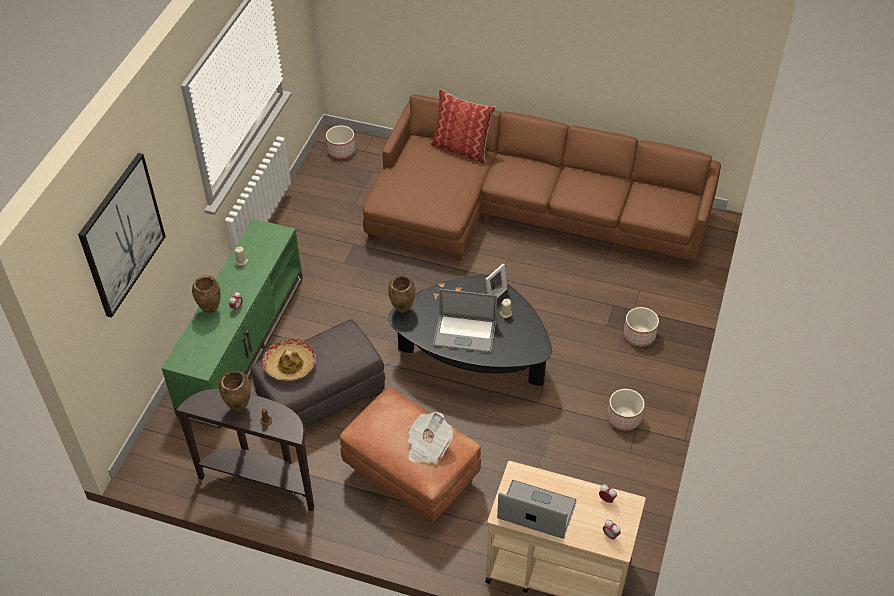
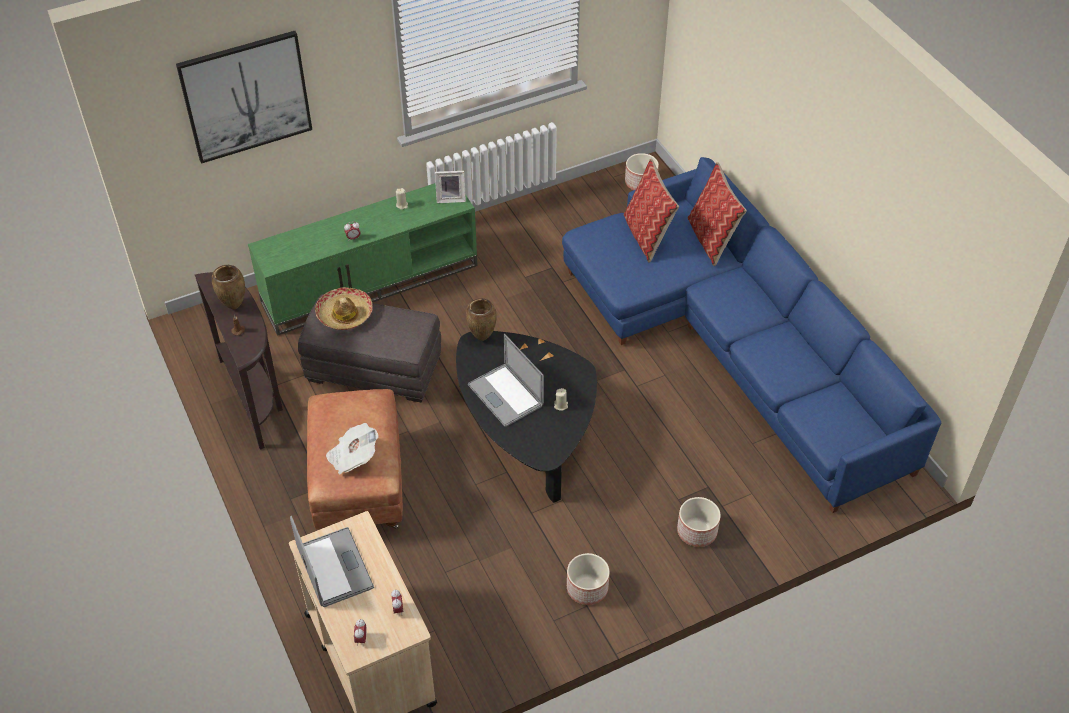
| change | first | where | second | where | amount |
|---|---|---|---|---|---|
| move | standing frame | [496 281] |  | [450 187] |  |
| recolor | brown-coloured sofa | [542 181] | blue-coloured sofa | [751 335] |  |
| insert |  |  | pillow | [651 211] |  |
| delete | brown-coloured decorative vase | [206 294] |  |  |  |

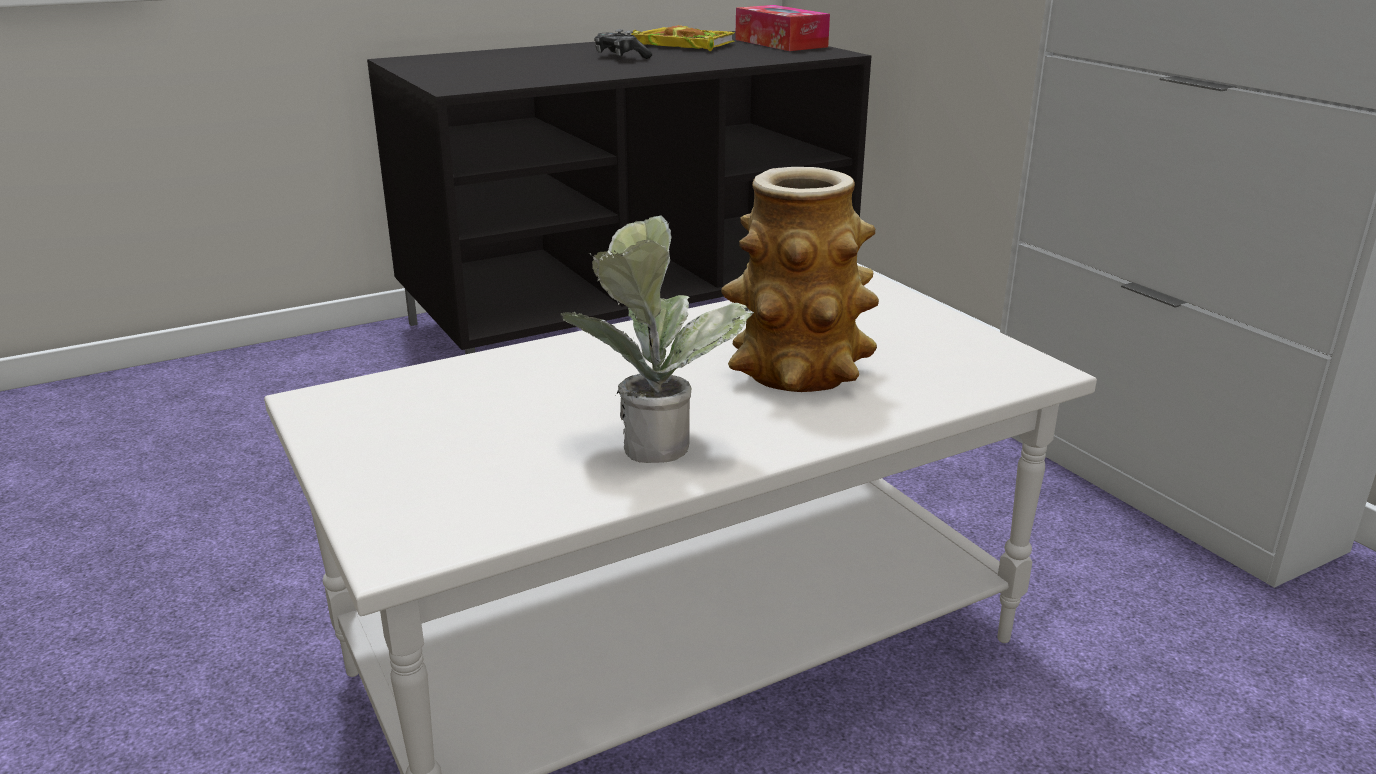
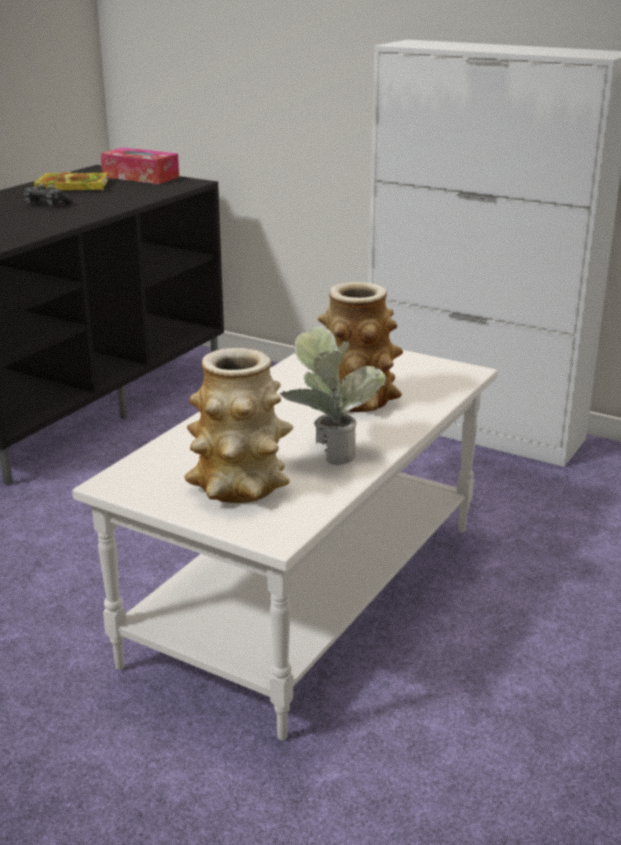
| change | first | where | second | where | amount |
|---|---|---|---|---|---|
| insert |  |  | decorative vase | [238 425] |  |

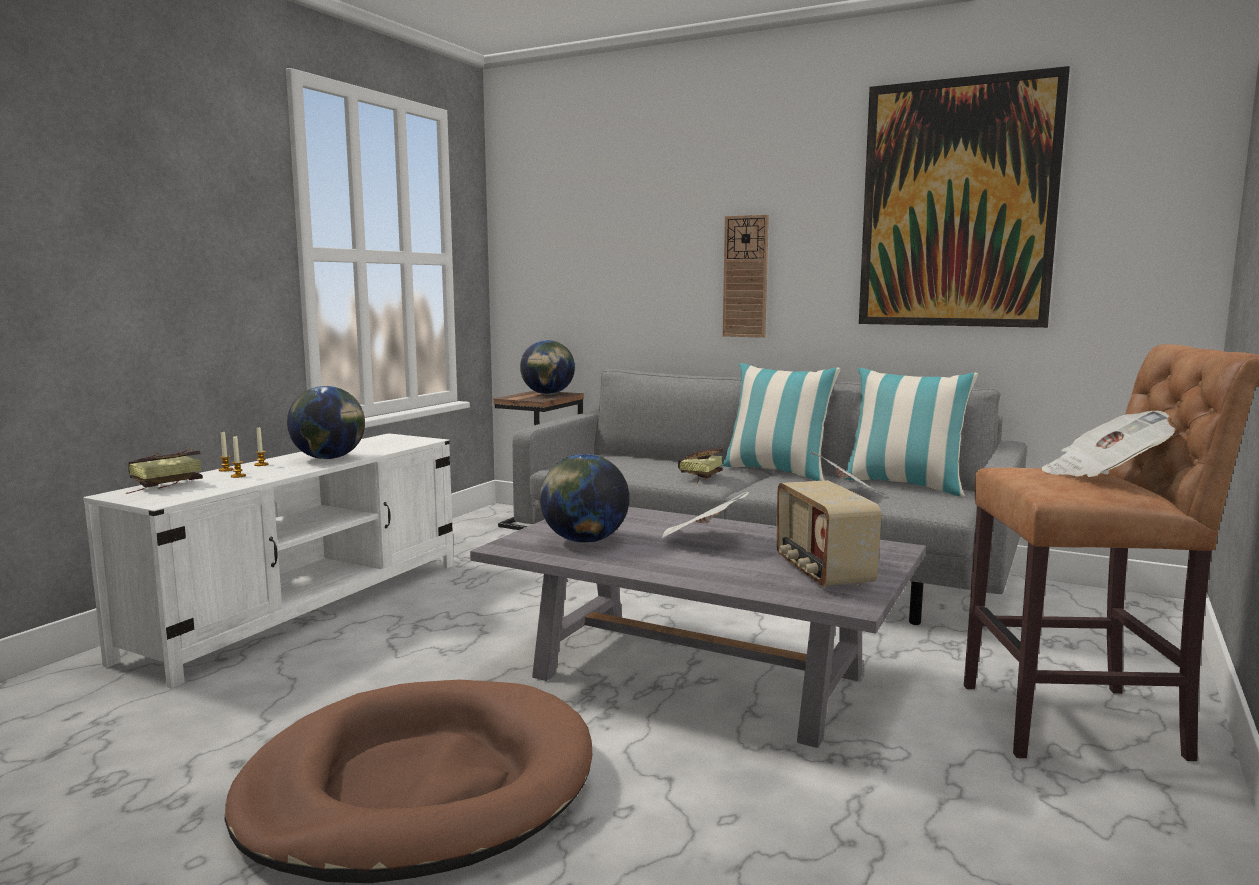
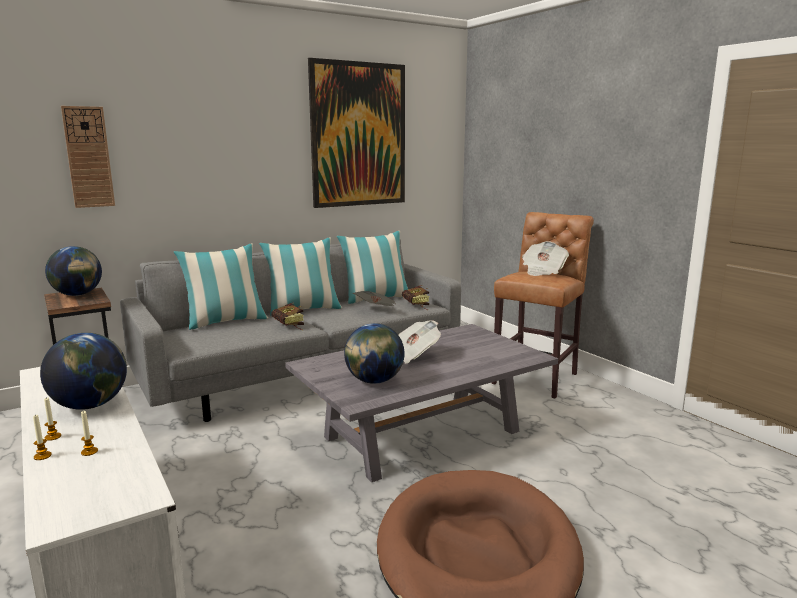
| change | first | where | second | where | amount |
|---|---|---|---|---|---|
| move | clock on the wall | [746 276] |  | [88 157] |  |
| insert |  |  | pillow | [221 286] |  |
| move | volume | [164 471] |  | [415 297] |  |
| delete | radio set | [828 534] |  |  |  |

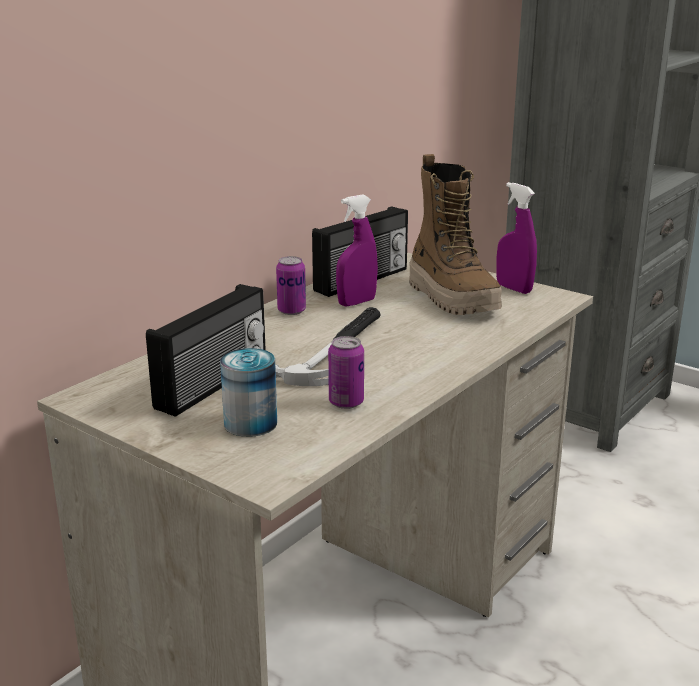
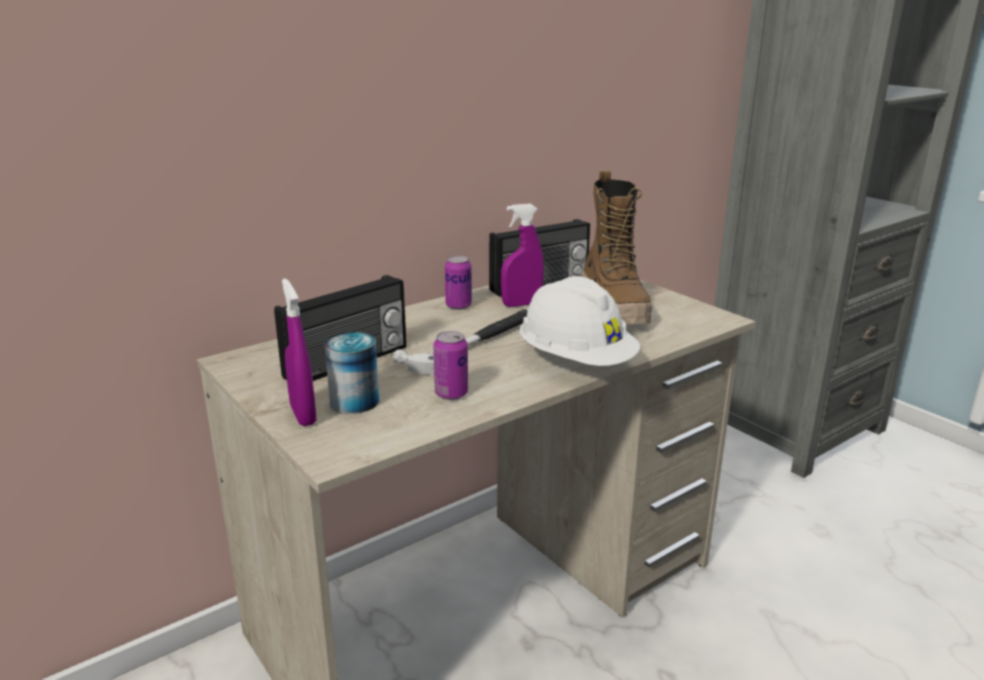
| change | first | where | second | where | amount |
|---|---|---|---|---|---|
| move | purple-coloured sprayer | [516 238] |  | [299 352] |  |
| insert |  |  | whitish hard hat | [580 321] |  |

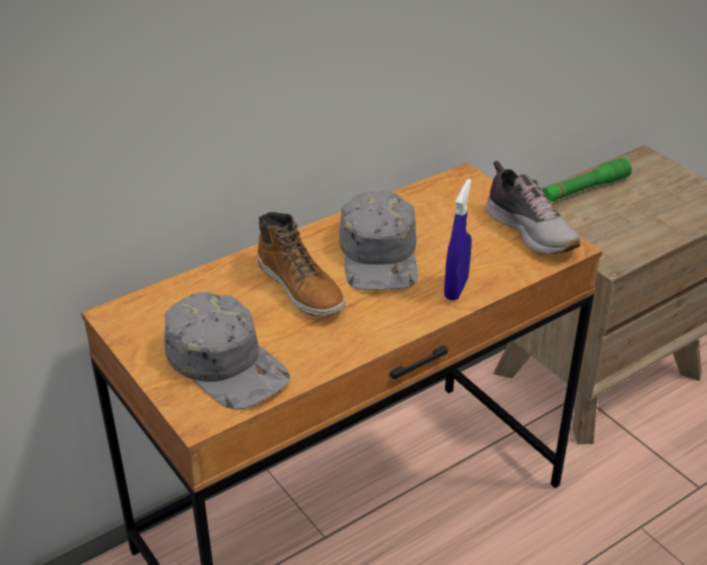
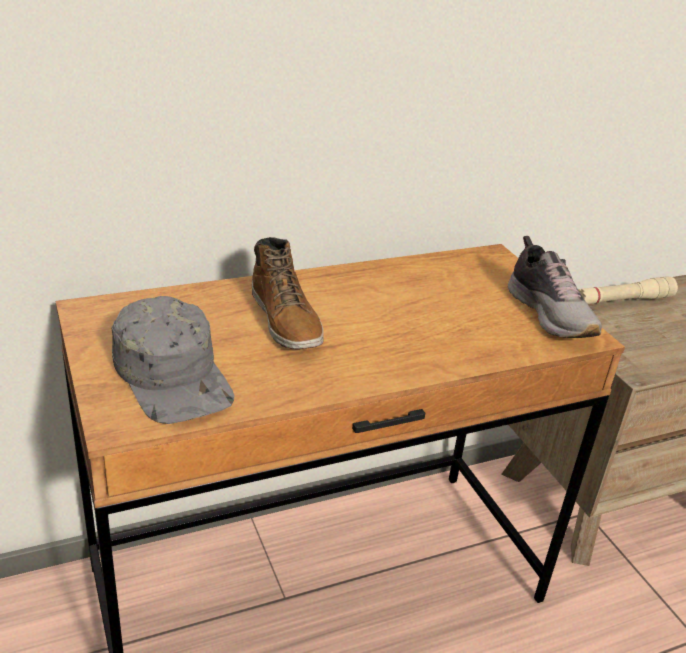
| change | first | where | second | where | amount |
|---|---|---|---|---|---|
| recolor | green torch | [587 180] | sand-coloured torch | [628 290] |  |
| delete | grey peaked cap | [378 240] |  |  |  |
| delete | blue-coloured sprayer | [458 240] |  |  |  |

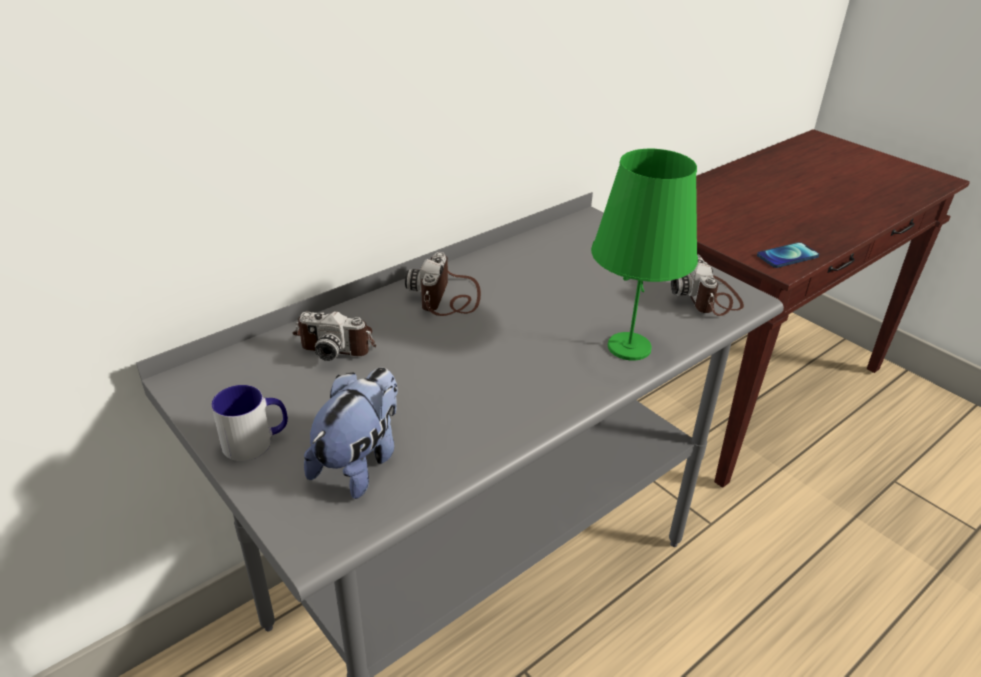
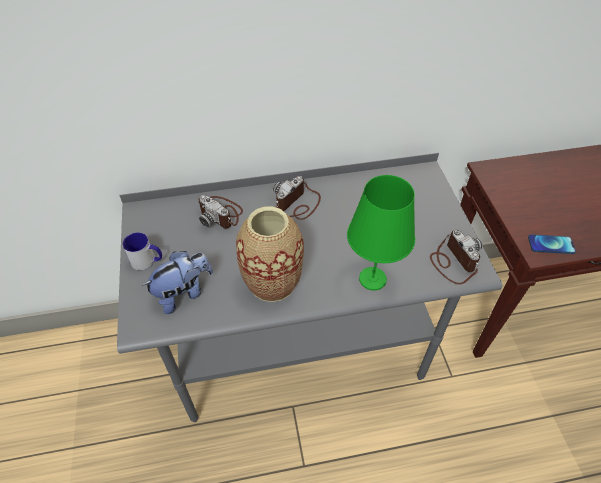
| change | first | where | second | where | amount |
|---|---|---|---|---|---|
| insert |  |  | decorative vase | [270 254] |  |
| rotate | still camera | [707 285] |  | [456 257] | 135 degrees clockwise |

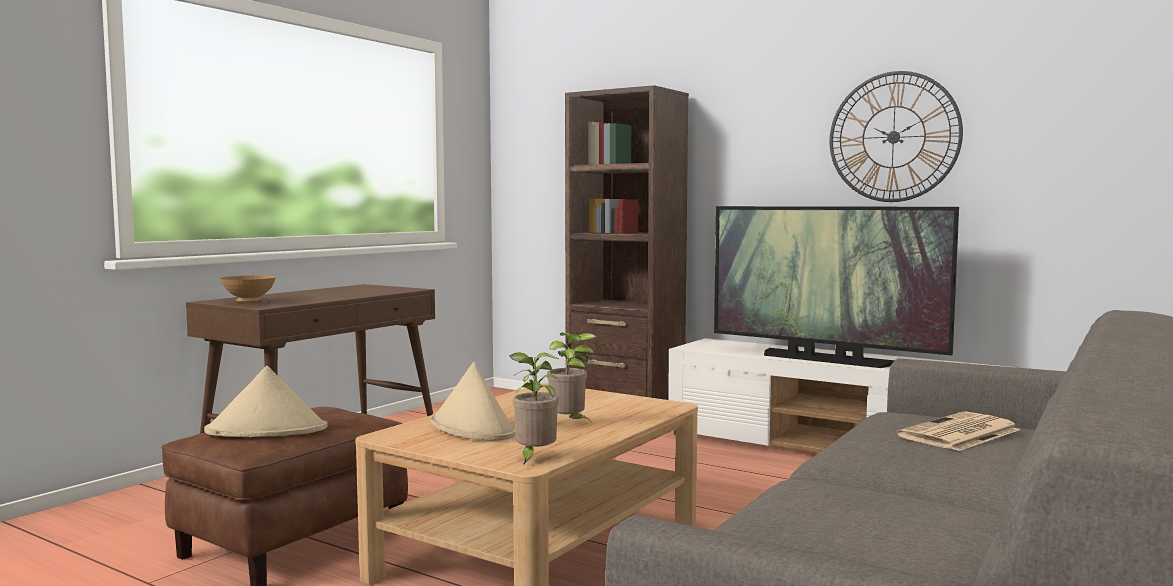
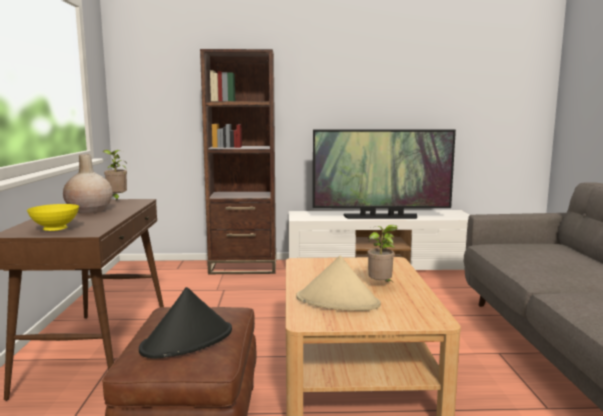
| change | first | where | second | where | amount |
|---|---|---|---|---|---|
| recolor | brown-coloured bowl | [248 288] | yellowish bowl | [53 217] |  |
| insert |  |  | sand-coloured decorative vase | [88 184] |  |
| move | potted plant | [534 408] |  | [115 175] |  |
| recolor | sand-coloured hat | [265 401] | black-coloured hat | [185 322] |  |
| delete | clock on the wall | [896 136] |  |  |  |
| delete | printed paper | [958 431] |  |  |  |

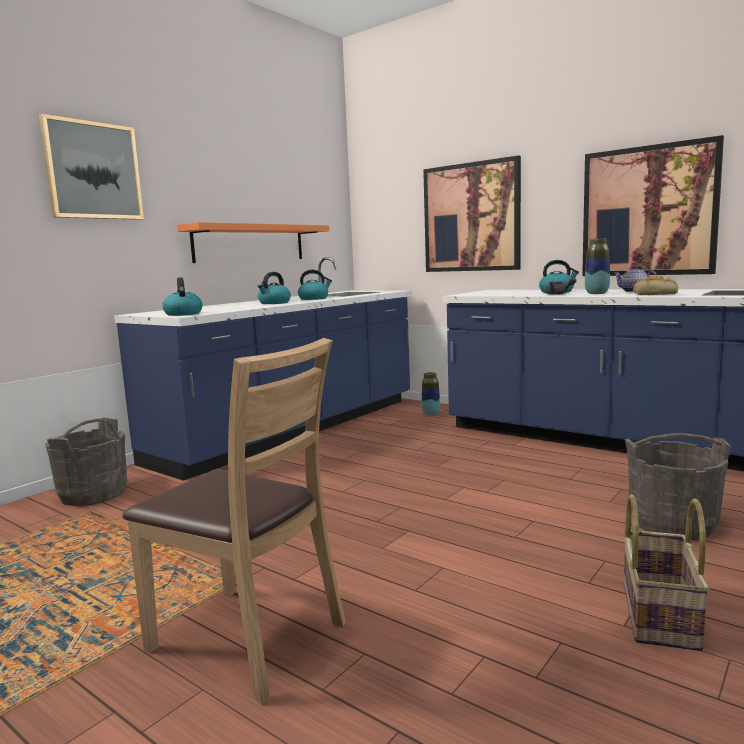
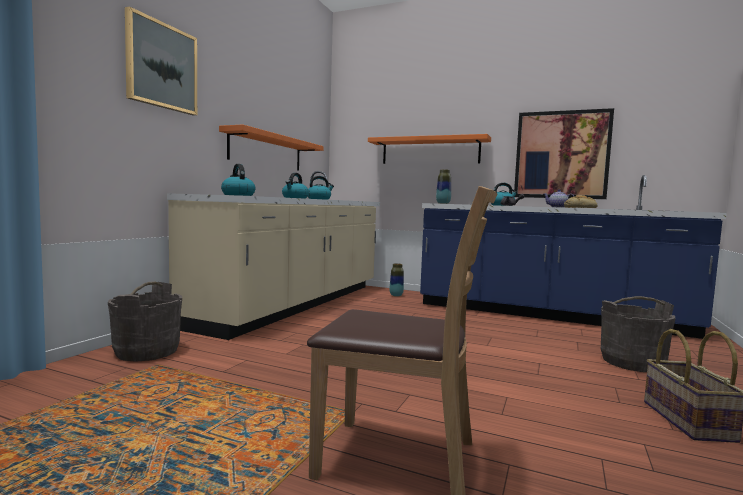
| change | first | where | second | where | amount |
|---|---|---|---|---|---|
| recolor | blue-coloured kitchen counter | [263 369] | sand-coloured kitchen counter | [273 255] |  |
| replace | picture | [472 213] | orangey bracket shelf | [429 149] |  |
| move | decorative vase | [597 266] |  | [443 186] |  |

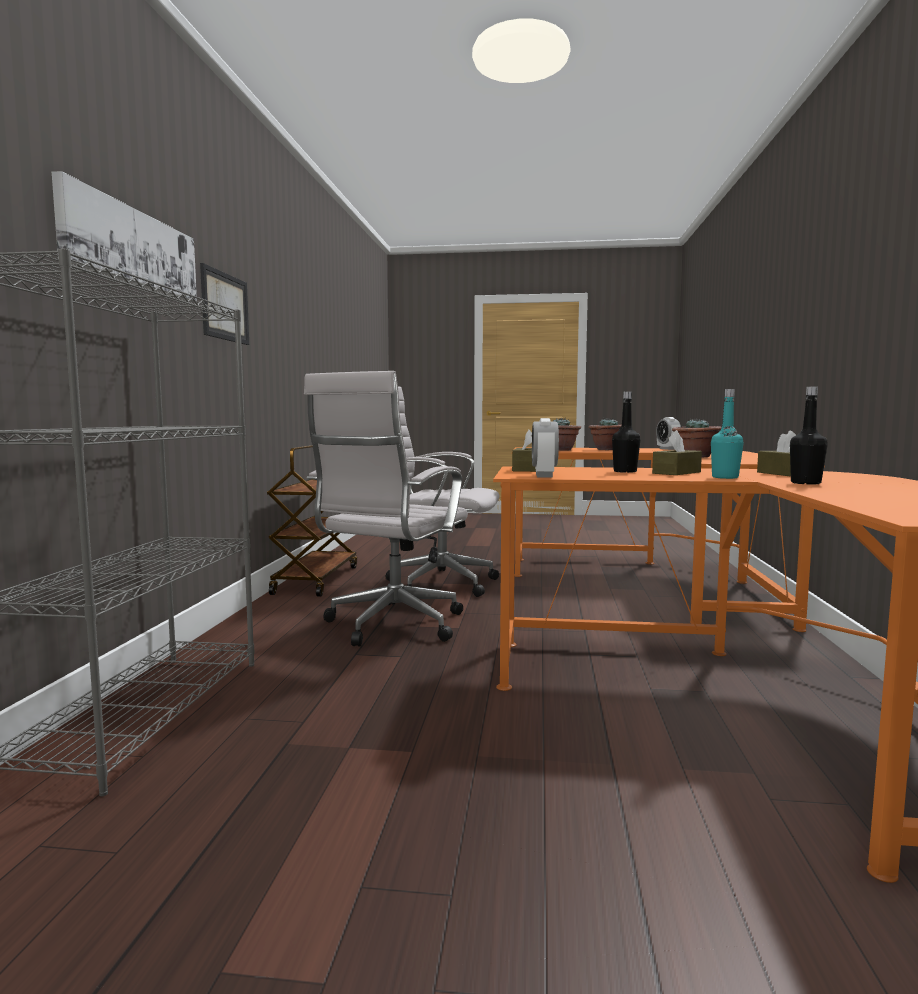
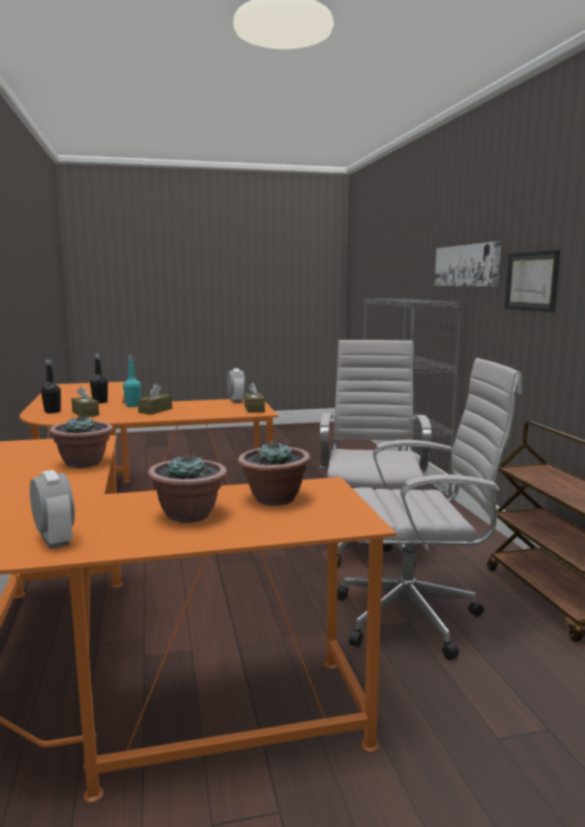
| change | first | where | second | where | amount |
|---|---|---|---|---|---|
| move | black-coloured drink bottle | [626 432] |  | [51 386] |  |

